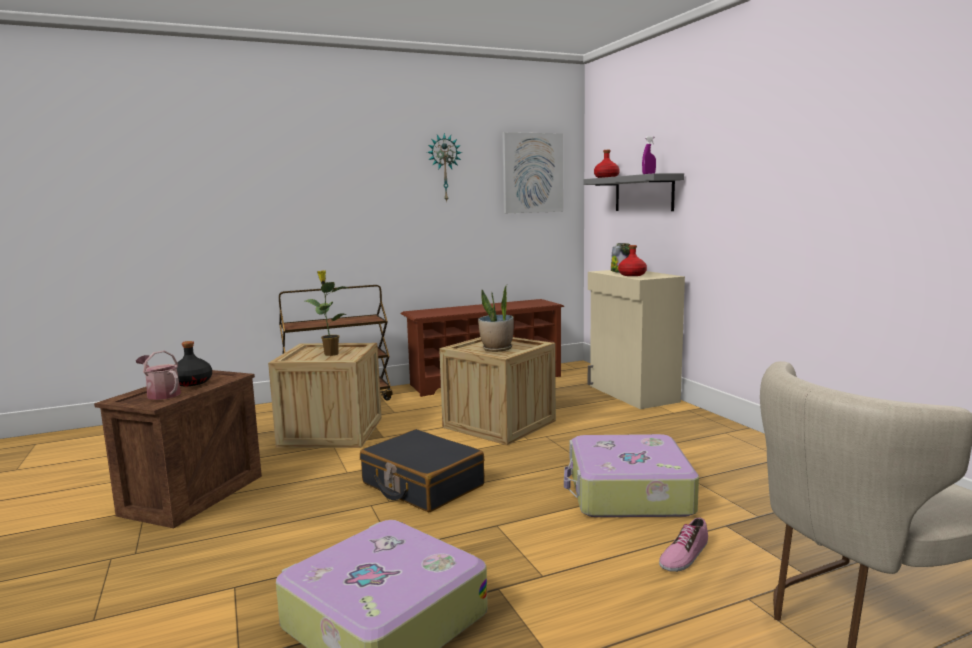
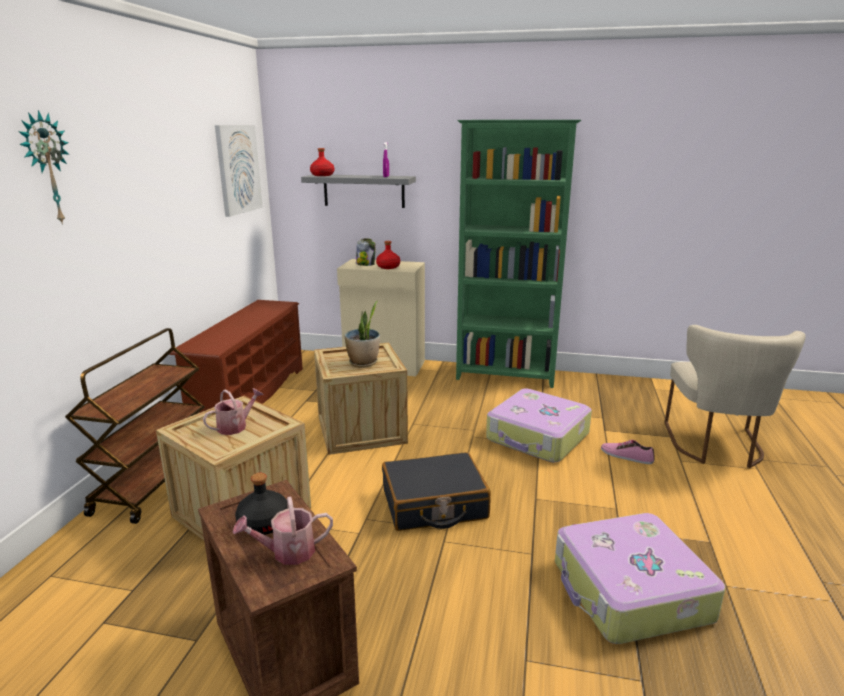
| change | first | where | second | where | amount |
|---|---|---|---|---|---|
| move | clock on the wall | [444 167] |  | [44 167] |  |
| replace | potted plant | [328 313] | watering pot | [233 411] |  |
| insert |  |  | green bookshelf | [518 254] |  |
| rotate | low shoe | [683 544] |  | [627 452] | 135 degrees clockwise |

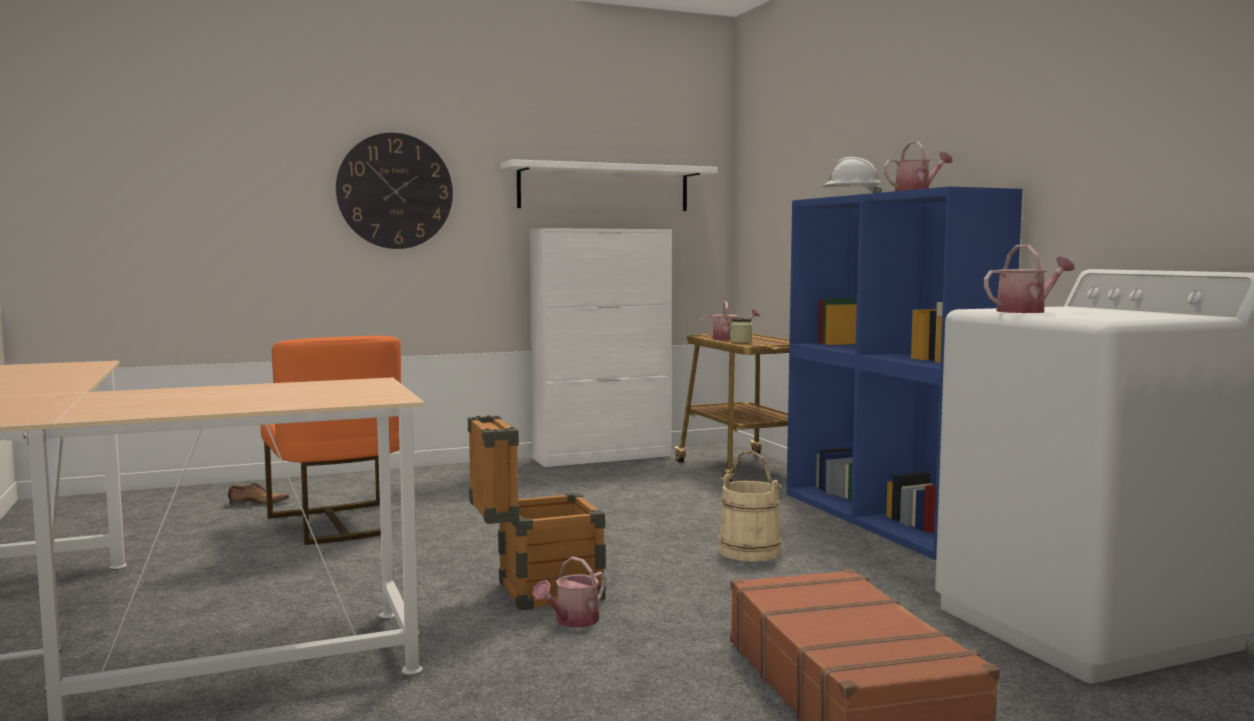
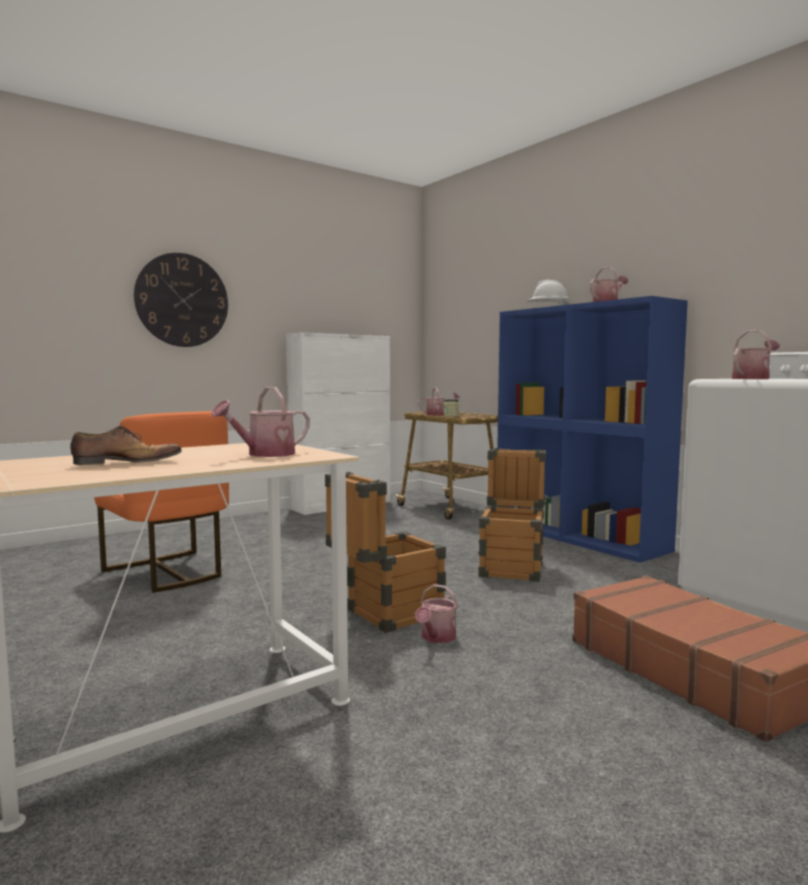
| change | first | where | second | where | amount |
|---|---|---|---|---|---|
| move | low shoe | [258 494] |  | [126 445] |  |
| insert |  |  | watering pot | [260 422] |  |
| replace | sand-coloured water bucket | [750 506] | crate | [512 515] |  |
| delete | whitish bracket shelf | [609 185] |  |  |  |

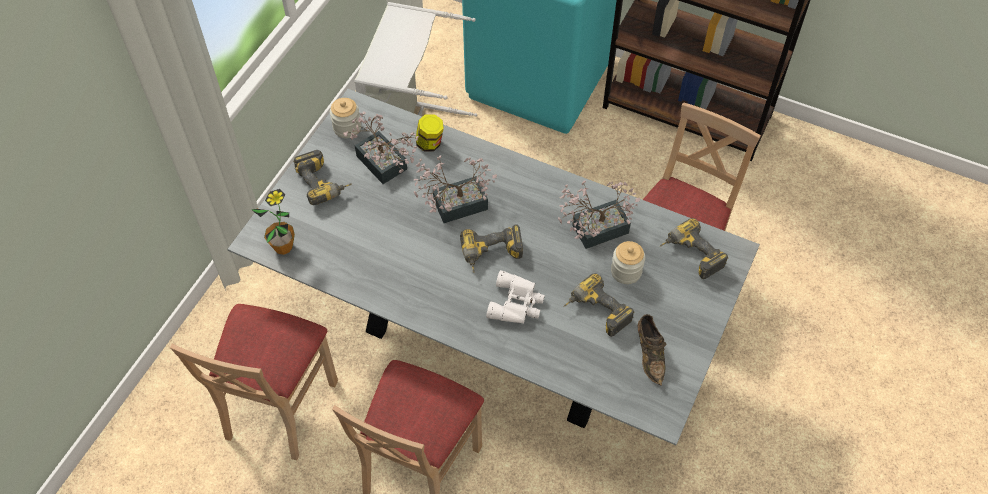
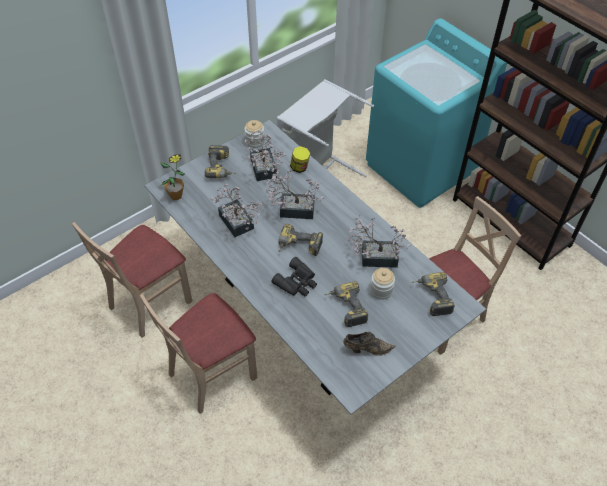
| change | first | where | second | where | amount |
|---|---|---|---|---|---|
| insert |  |  | potted plant | [237 210] |  |
| recolor | whitish field glasses | [515 297] | black-coloured field glasses | [294 276] |  |
| rotate | brown-coloured low shoe | [652 350] |  | [369 344] | 105 degrees counterclockwise |

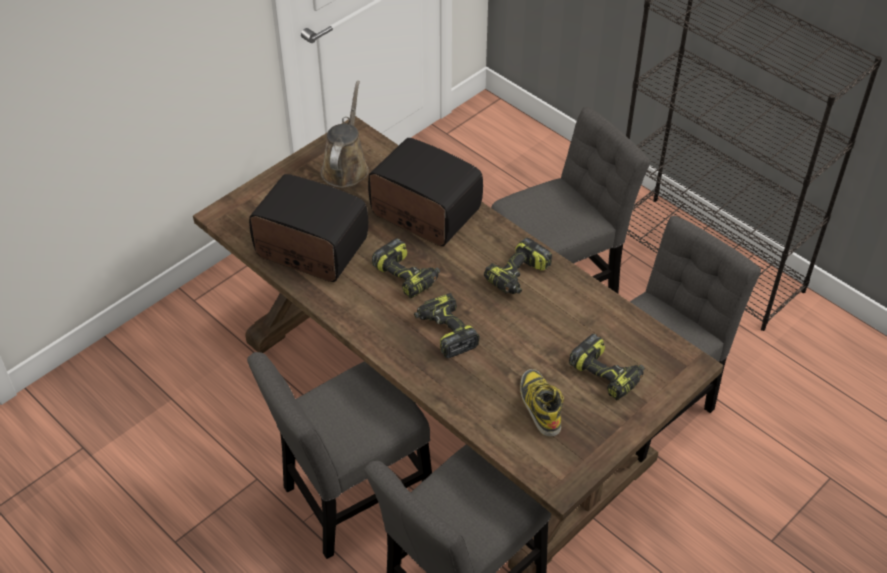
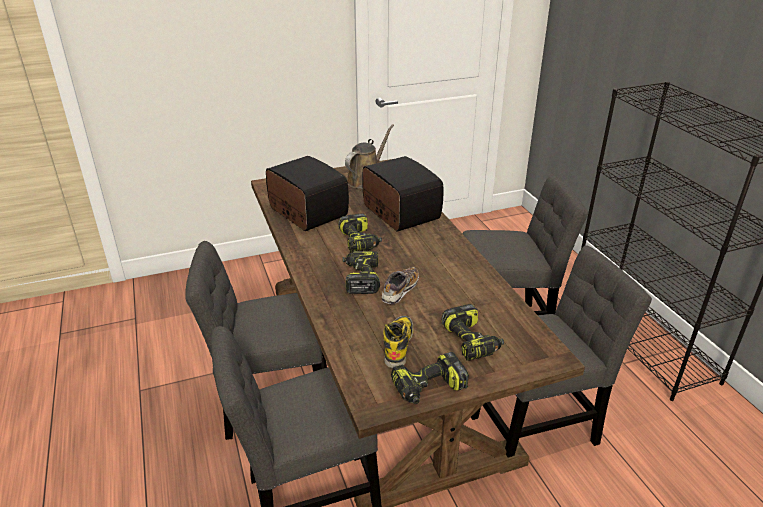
| change | first | where | second | where | amount |
|---|---|---|---|---|---|
| insert |  |  | low shoe | [400 285] |  |
| move | drill | [518 266] |  | [430 378] |  |

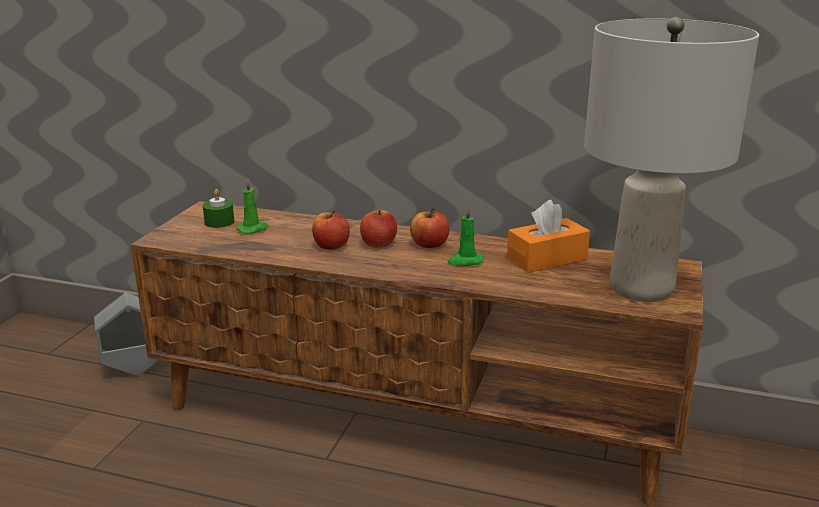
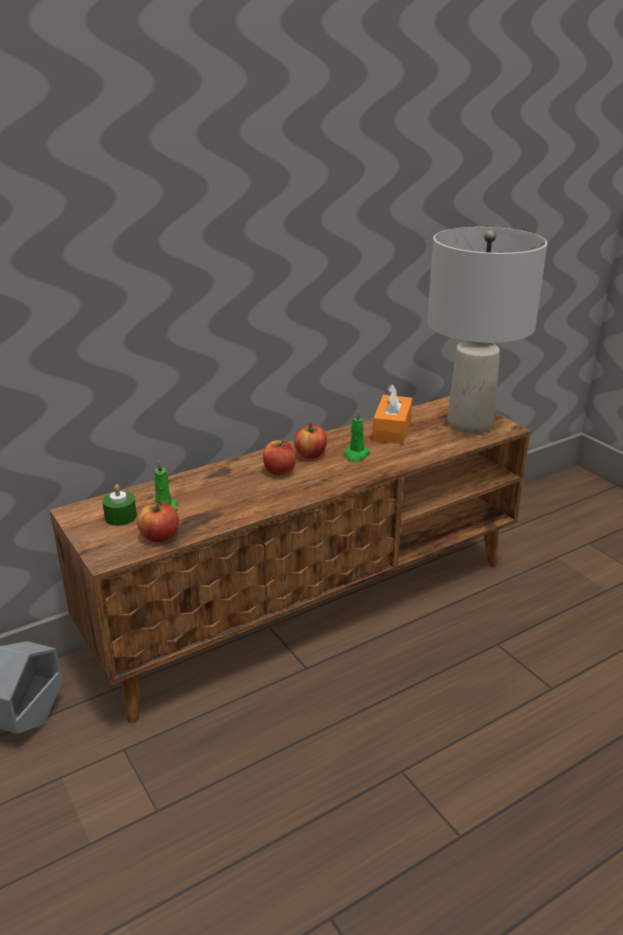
| change | first | where | second | where | amount |
|---|---|---|---|---|---|
| move | apple fruit | [331 230] |  | [158 521] |  |

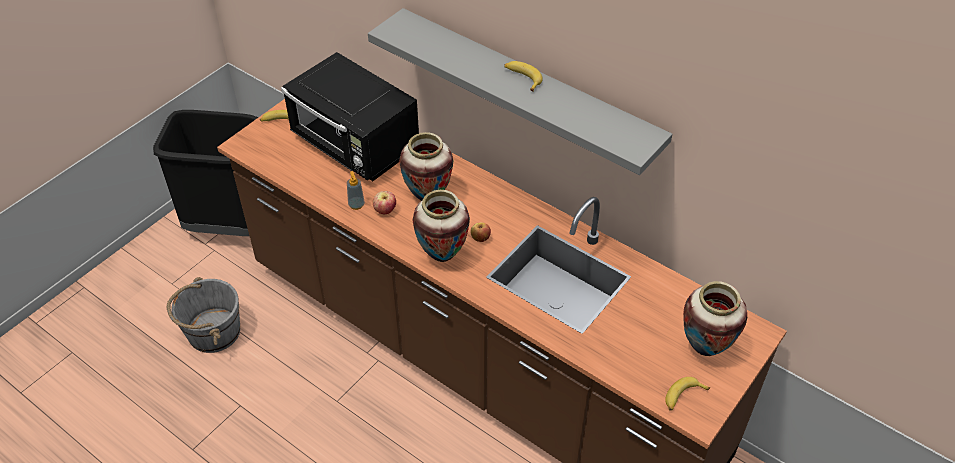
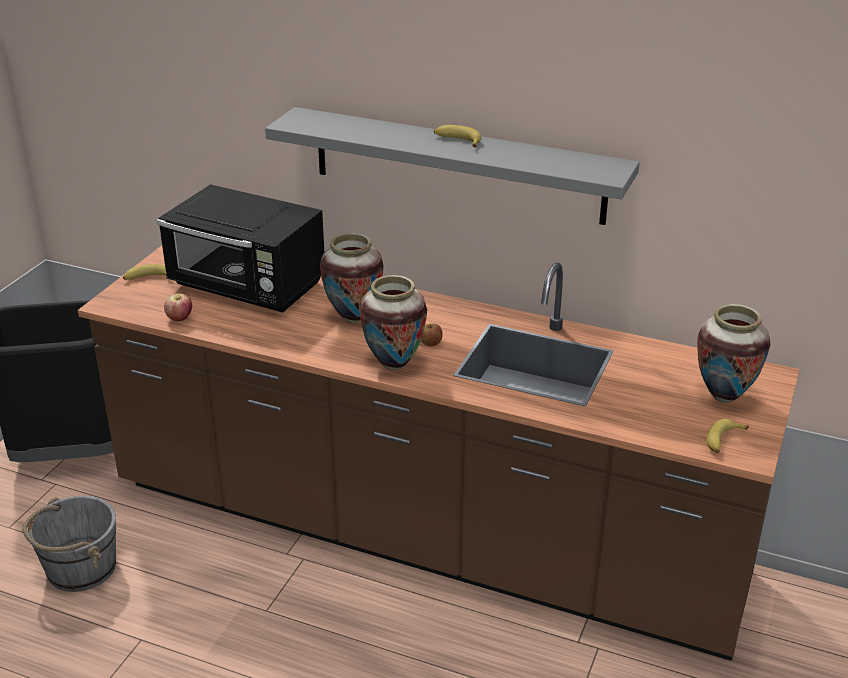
| change | first | where | second | where | amount |
|---|---|---|---|---|---|
| move | apple fruit | [384 202] |  | [178 307] |  |
| delete | soap bottle | [356 190] |  |  |  |

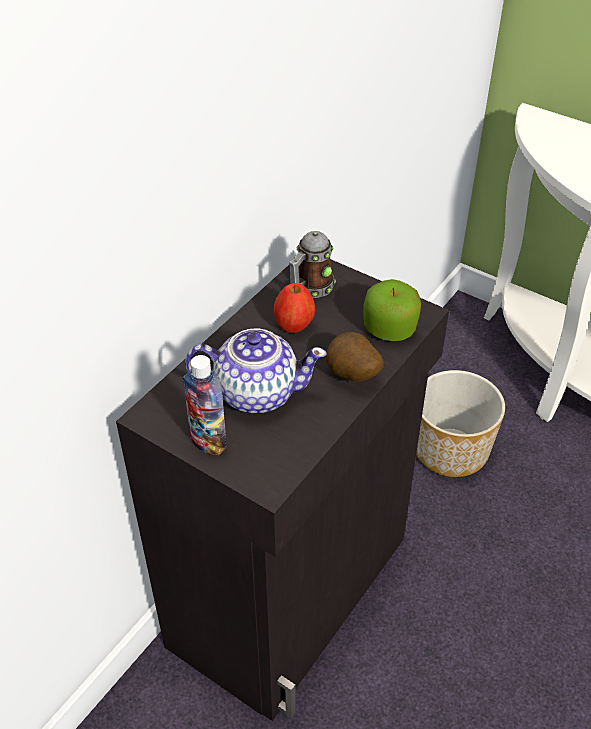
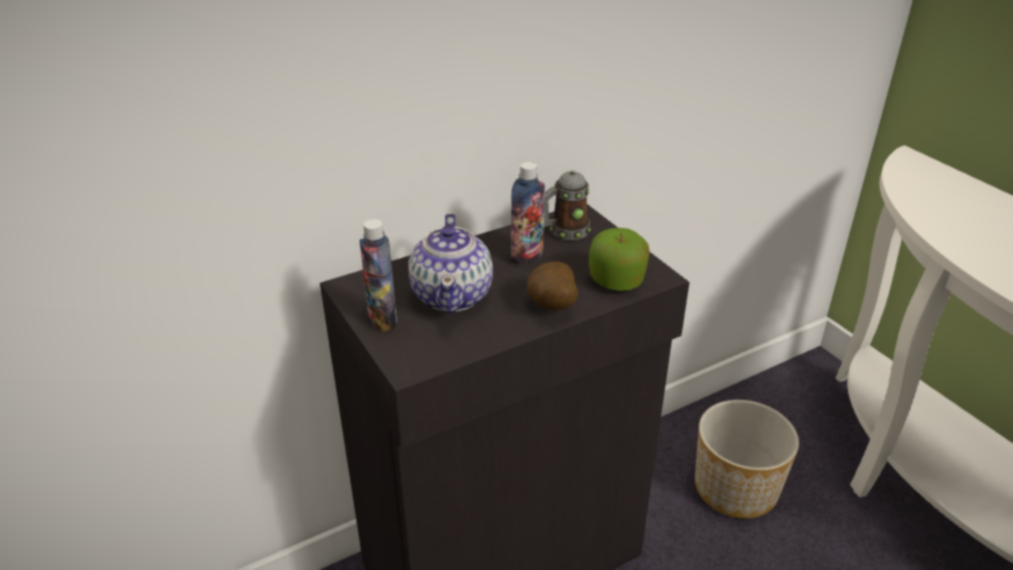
| change | first | where | second | where | amount |
|---|---|---|---|---|---|
| rotate | teapot | [256 371] |  | [450 263] | 60 degrees clockwise |
| replace | apple fruit | [294 308] | drink bottle | [528 213] |  |

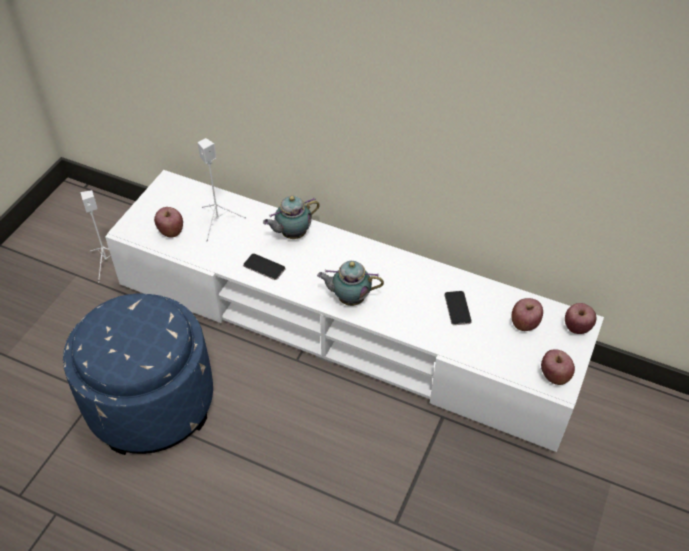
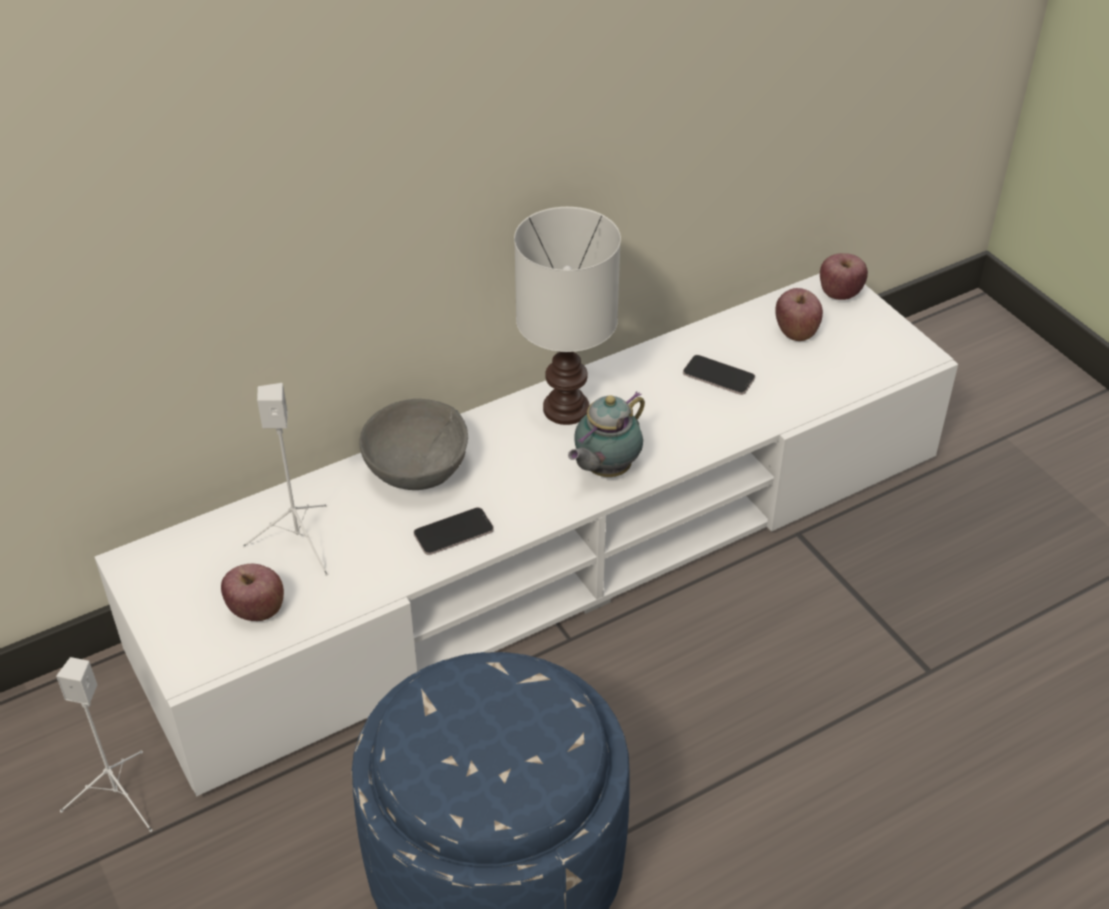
| change | first | where | second | where | amount |
|---|---|---|---|---|---|
| replace | teapot | [291 217] | grey bowl | [413 444] |  |
| insert |  |  | whitish tabletop lamp | [567 316] |  |
| delete | apple fruit | [558 367] |  |  |  |

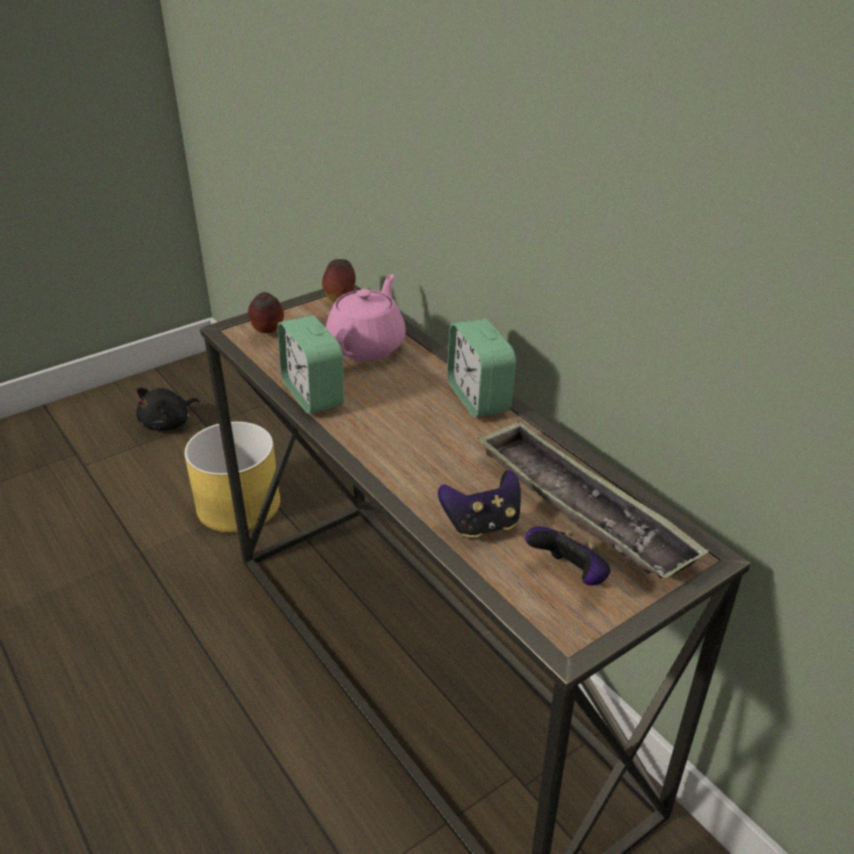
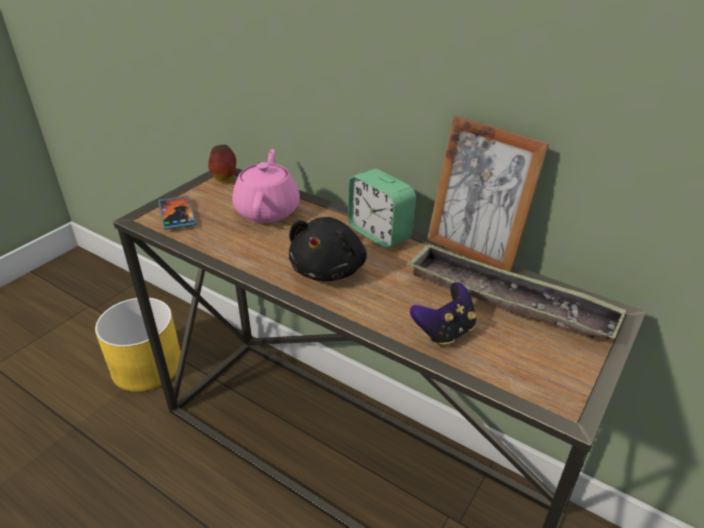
| change | first | where | second | where | amount |
|---|---|---|---|---|---|
| replace | apple fruit | [266 312] | phone | [177 213] |  |
| move | black-coloured cuddly toy | [167 409] |  | [328 249] |  |
| insert |  |  | standing frame | [488 194] |  |
| delete | bedside clock | [310 364] |  |  |  |
| delete | game controller | [568 556] |  |  |  |

